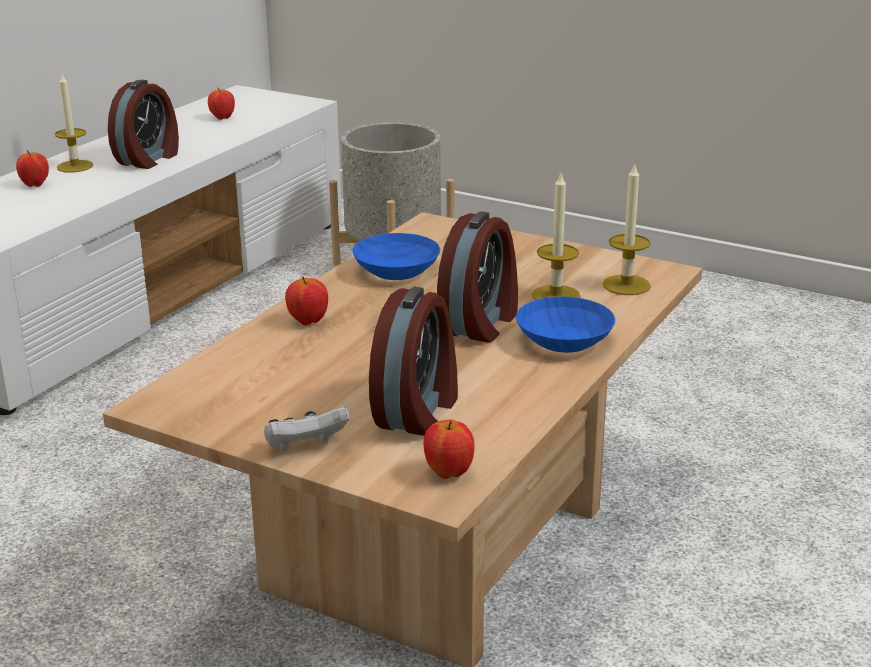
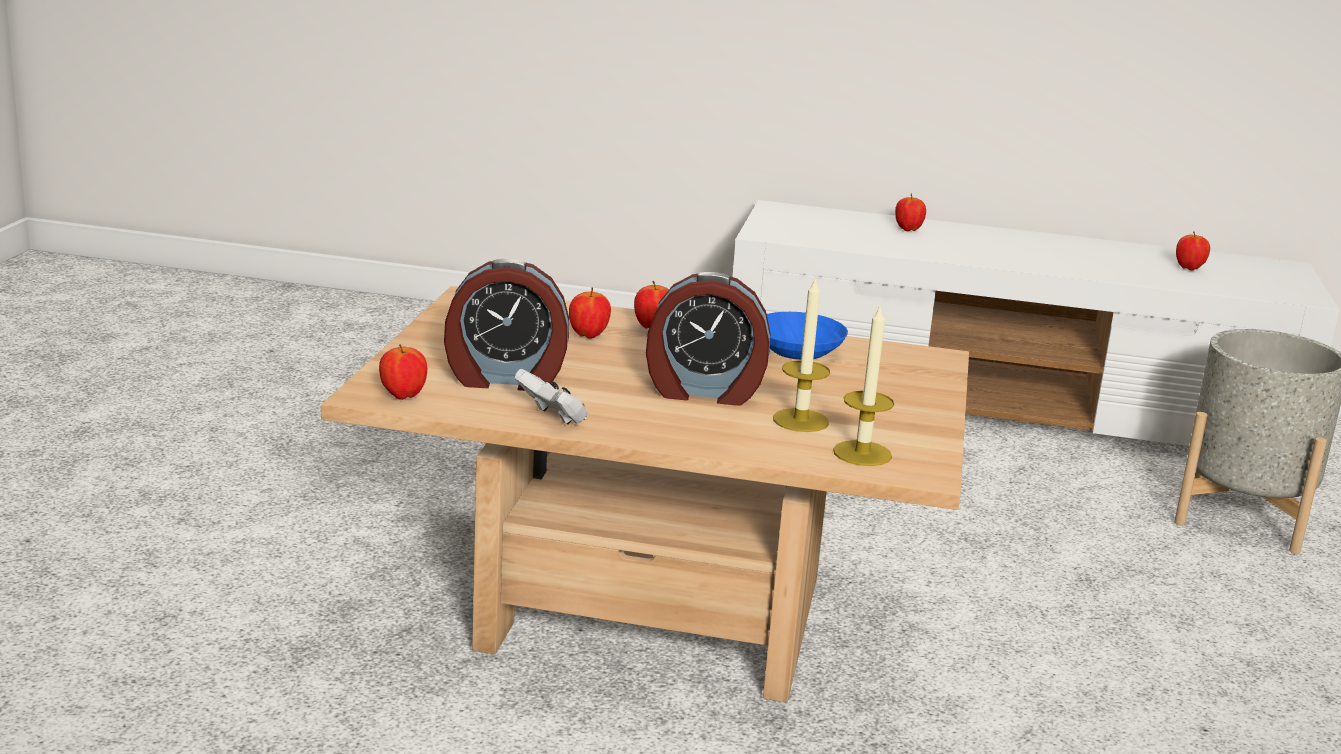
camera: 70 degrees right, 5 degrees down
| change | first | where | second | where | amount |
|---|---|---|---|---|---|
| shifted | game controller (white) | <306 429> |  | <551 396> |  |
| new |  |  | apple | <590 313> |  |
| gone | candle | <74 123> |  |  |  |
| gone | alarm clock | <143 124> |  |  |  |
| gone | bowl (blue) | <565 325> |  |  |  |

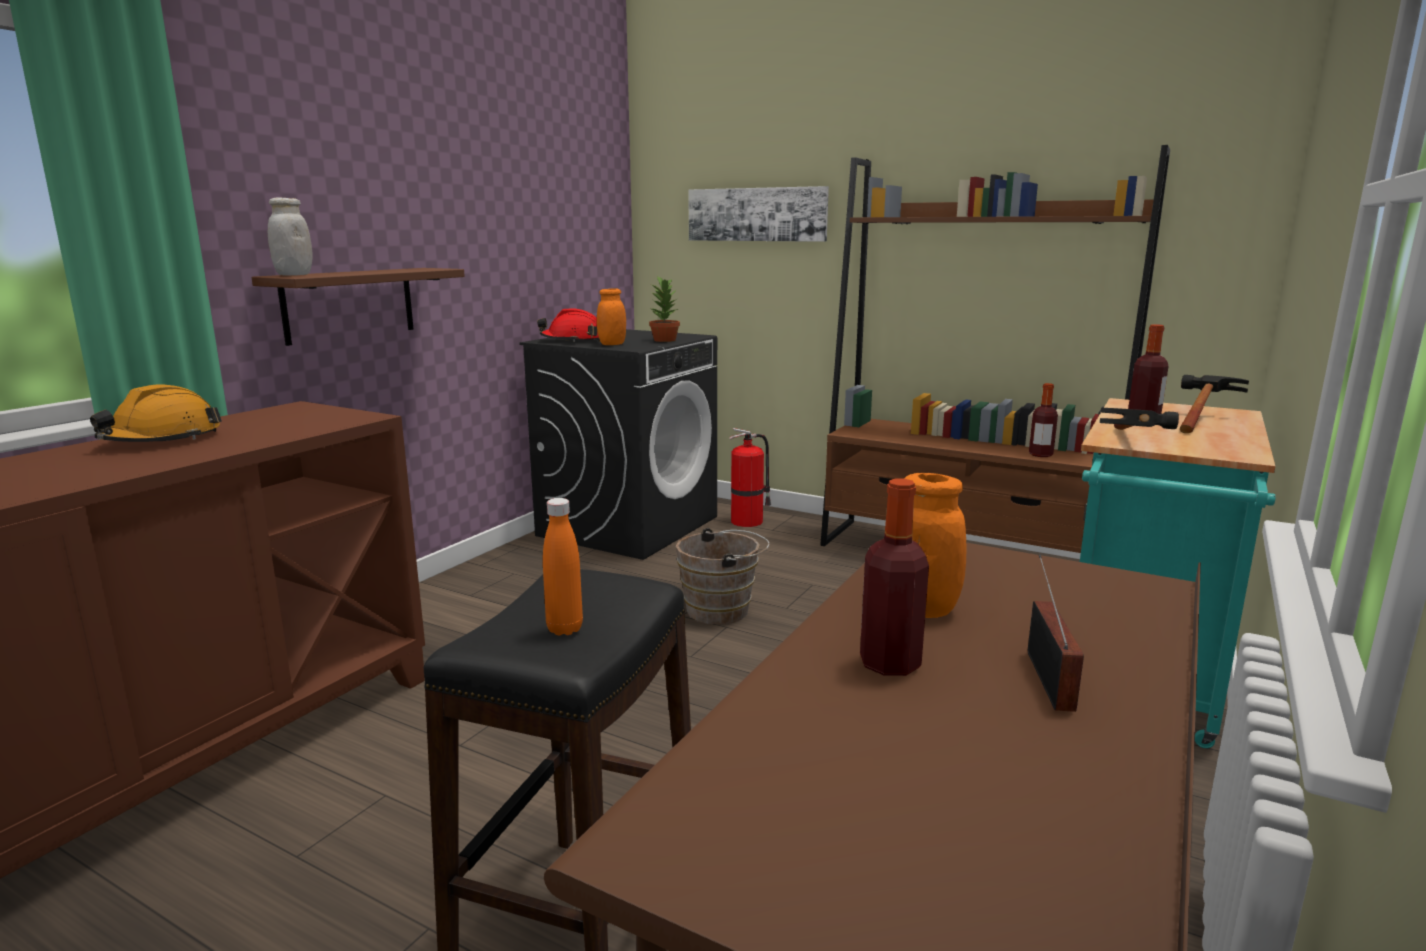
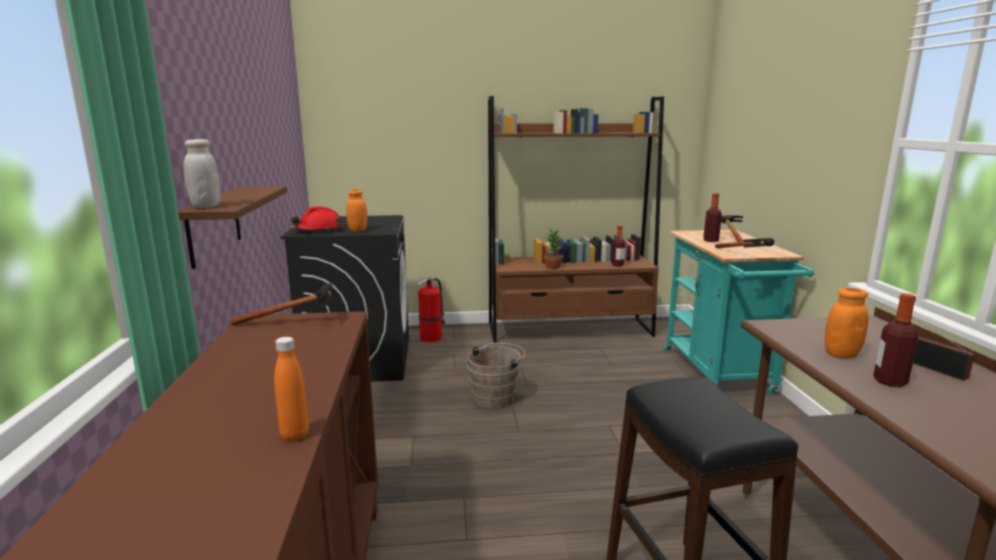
camera: 35 degrees left, 0 degrees up
| change | first | where | second | where | amount |
|---|---|---|---|---|---|
| new |  |  | hammer | <282 304> |  |
| shifted | bottle (orange) | <563 566> |  | <291 389> |  |
| shifted | potted plant | <664 308> |  | <553 248> |  |
| gone | hard hat (orange) | <156 413> |  |  |  |
| gone | picture | <758 214> |  |  |  |

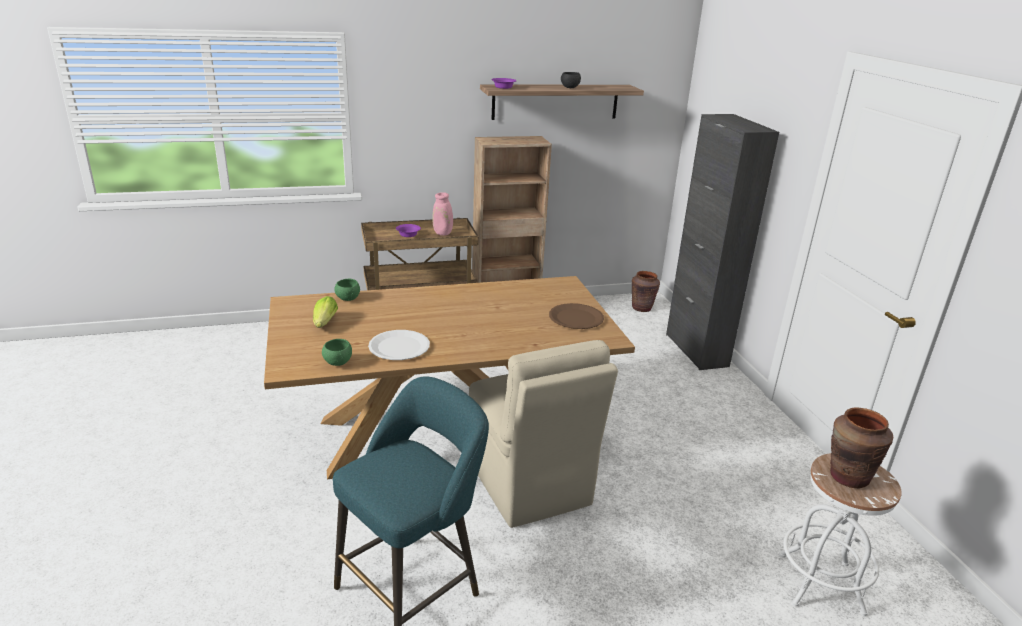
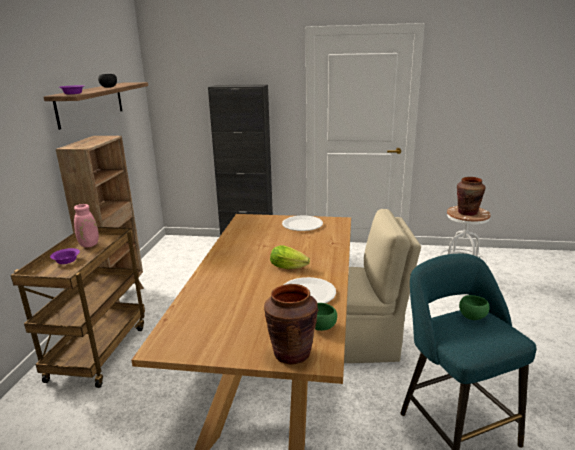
camera: 65 degrees left, 5 degrees down
| change | first | where | second | where | amount |
|---|---|---|---|---|---|
| shifted | vase (brown) | <646 291> |  | <291 324> |  |
| shifted | lettuce | <325 312> |  | <290 257> |  |
| repainted | plate (brown) | <576 316> | plate (white) | <302 223> |  |
| shifted | bowl (green) | <347 290> |  | <474 307> |  |

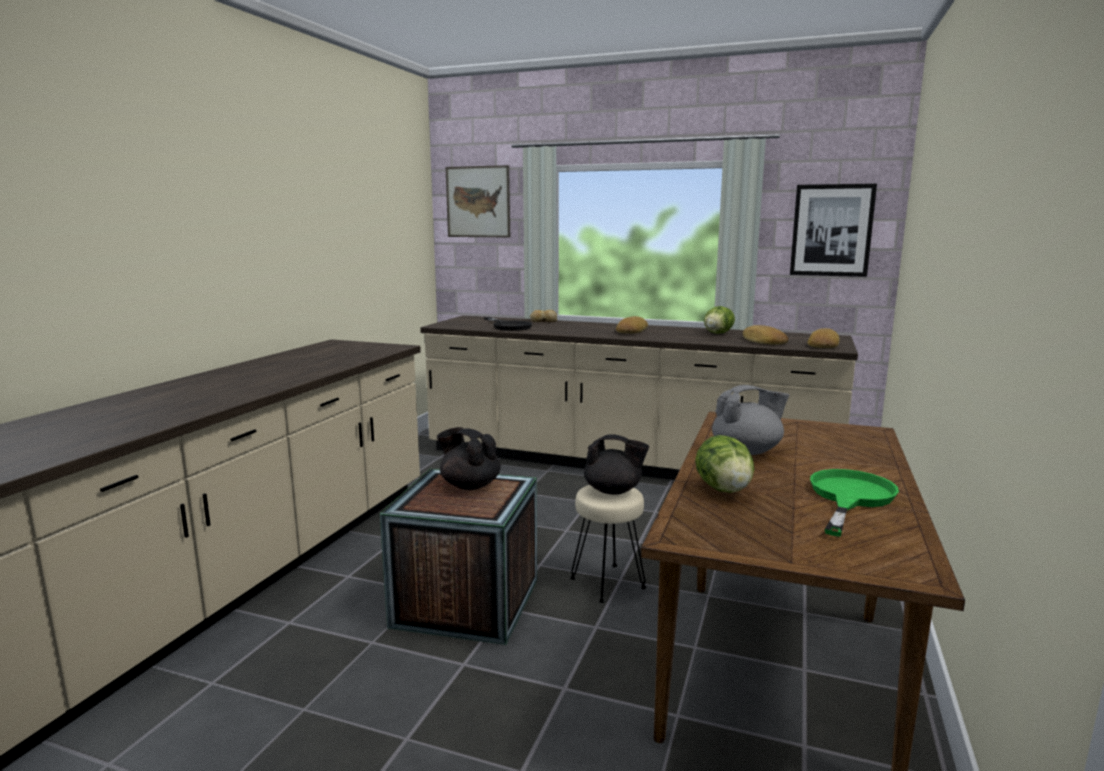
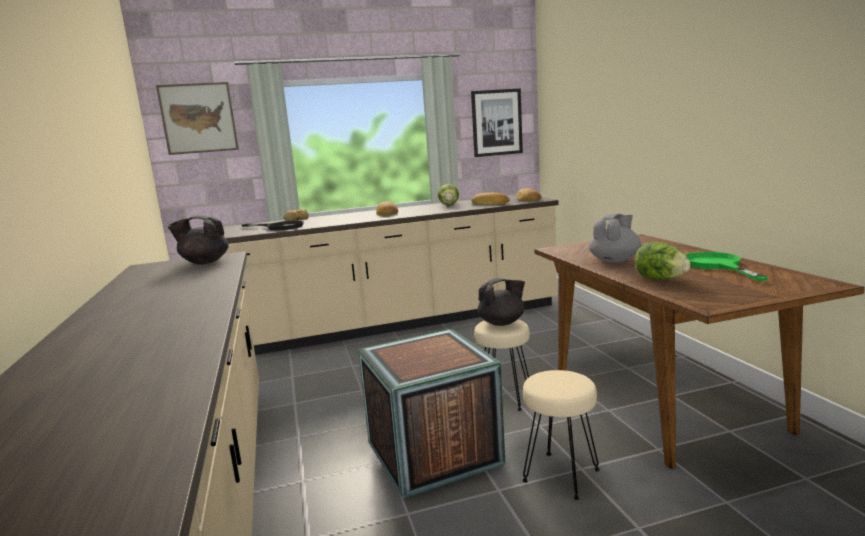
camera: 35 degrees left, 0 degrees up
| change | first | where | second | where | amount |
|---|---|---|---|---|---|
| shifted | teapot (black) | <469 458> |  | <198 239> |  |
| new |  |  | stool (beige) | <561 435> |  |

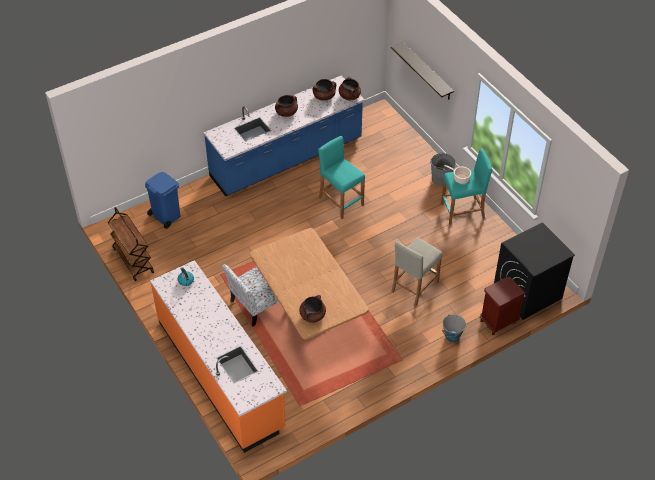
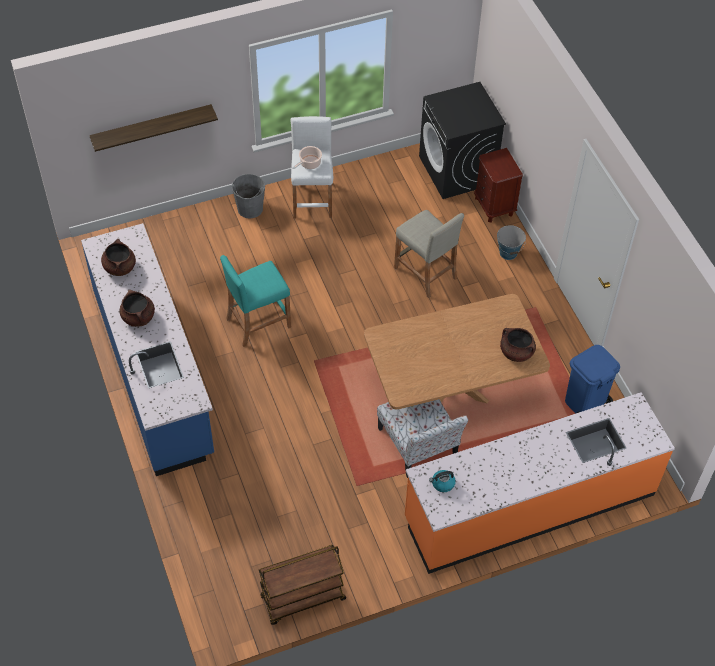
camera: 80 degrees left, 5 degrees up
| change | first | where | second | where | amount |
|---|---|---|---|---|---|
| repainted | stool (turquoise) | <467 186> | stool (white) | <311 167> |  |
| shifted | trash can (blue) | <162 200> |  | <592 379> |  |
| gone | cooking pot (brown) | <350 88> |  |  |  |

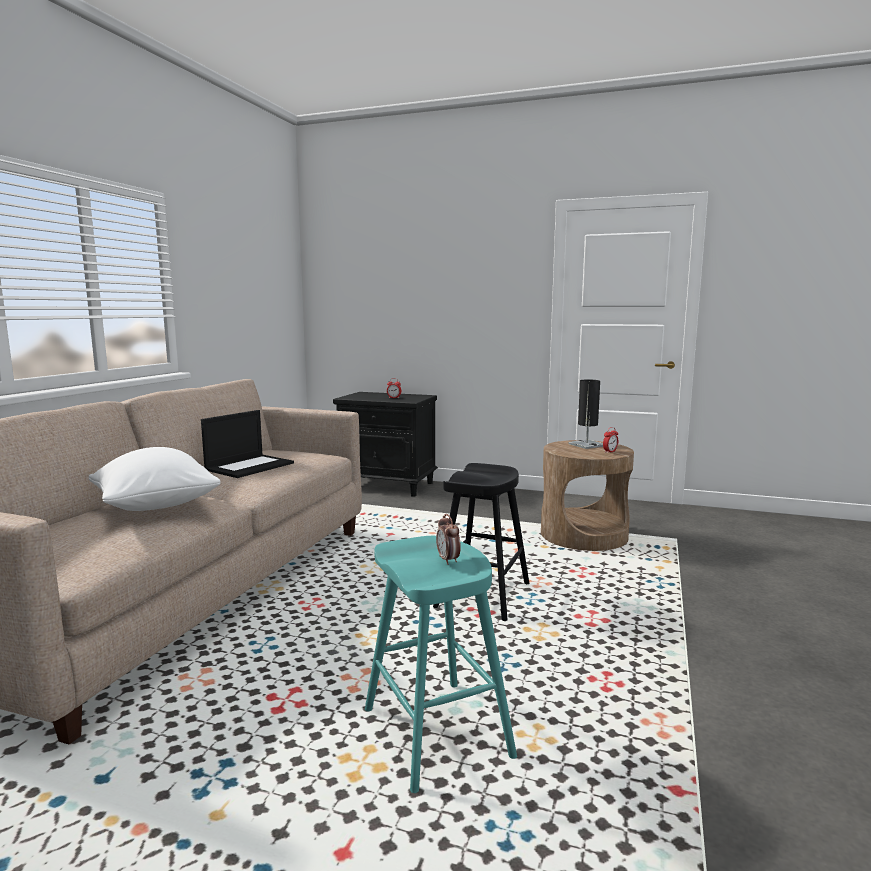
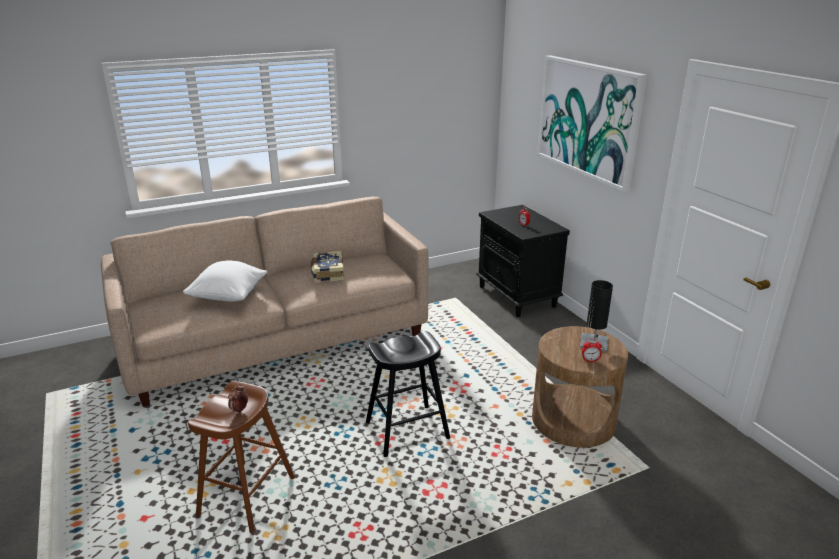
camera: 45 degrees right, 15 degrees up
| change | first | where | second | where | amount |
|---|---|---|---|---|---|
| repainted | stool (turquoise) | <441 664> | stool (brown) | <241 457> |  |
| swapped | laptop | <247 444> | book | <327 267> |  |
| new |  |  | picture | <592 123> |  |

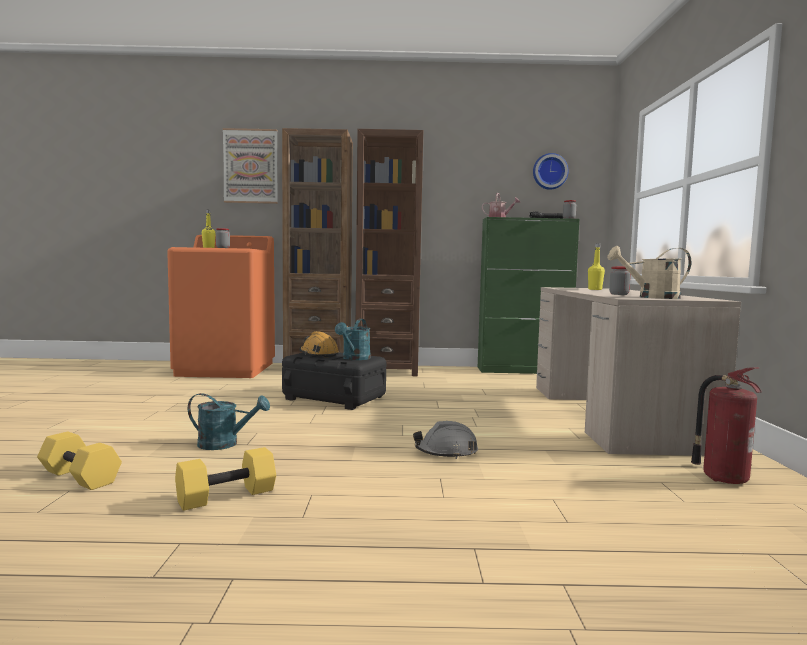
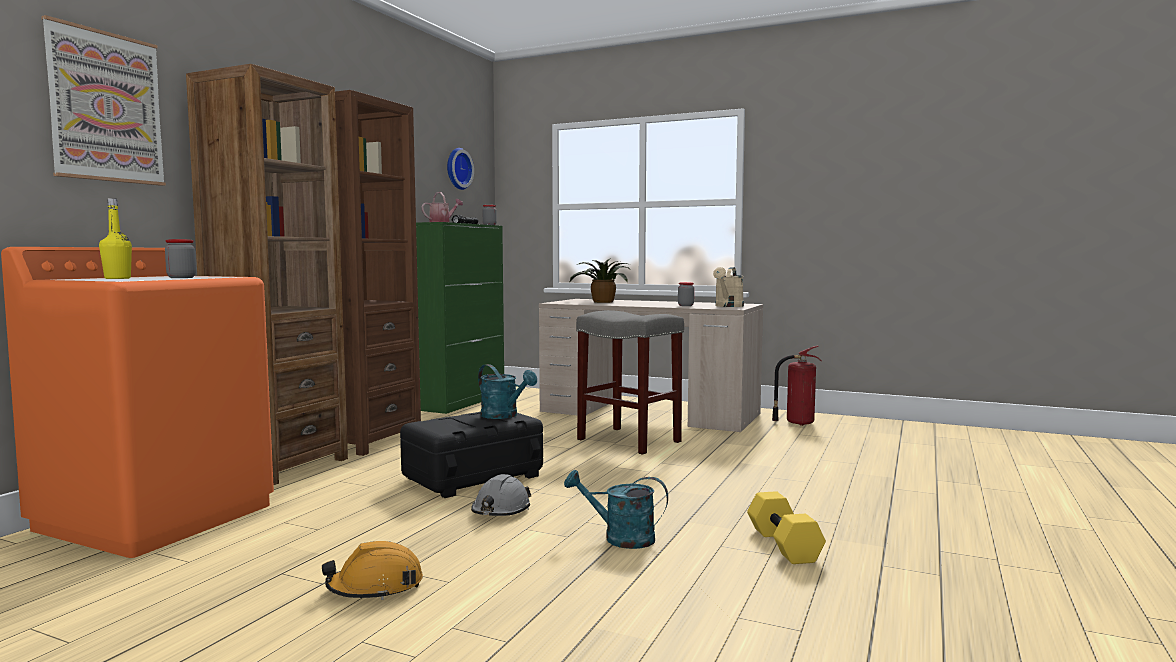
camera: 65 degrees left, 0 degrees up
| change | first | where | second | where | amount |
|---|---|---|---|---|---|
| shifted | hard hat (orange) | <319 344> |  | <372 570> |  |
| shifted | hard hat (grey) | <445 440> |  | <501 495> |  |
| rotated | watering can (turquoise) | <229 421> |  | <616 509> | 105 degrees counterclockwise |
| swapped | bottle (yellow) | <596 266> | potted plant | <600 280> |  |
| new |  |  | stool (grey) | <630 382> |  |
| gone | dumbbell (yellow) | <79 460> |  |  |  |

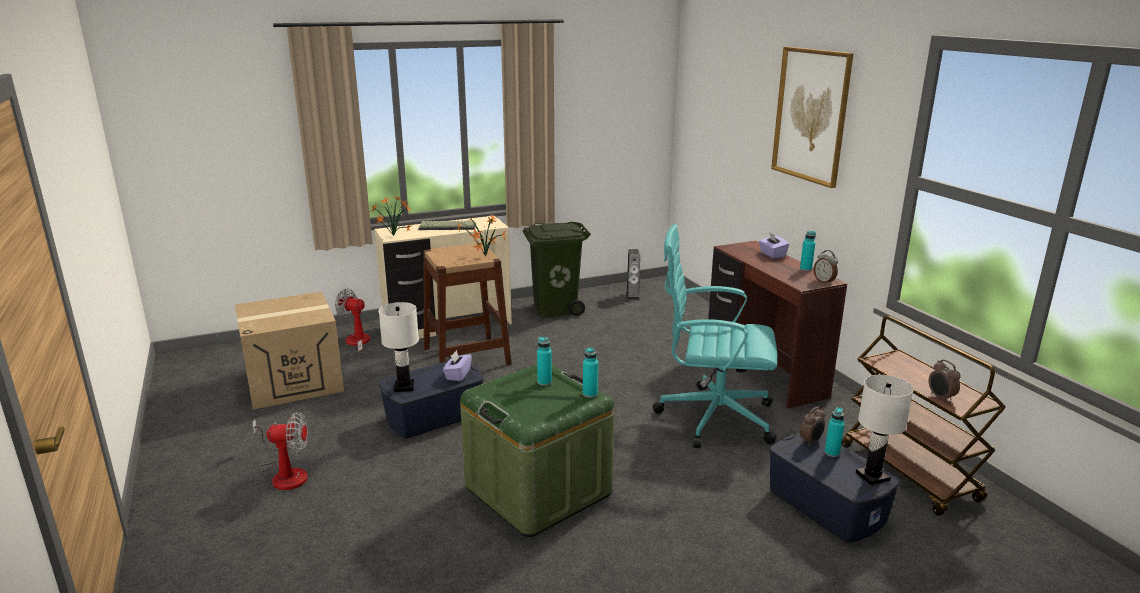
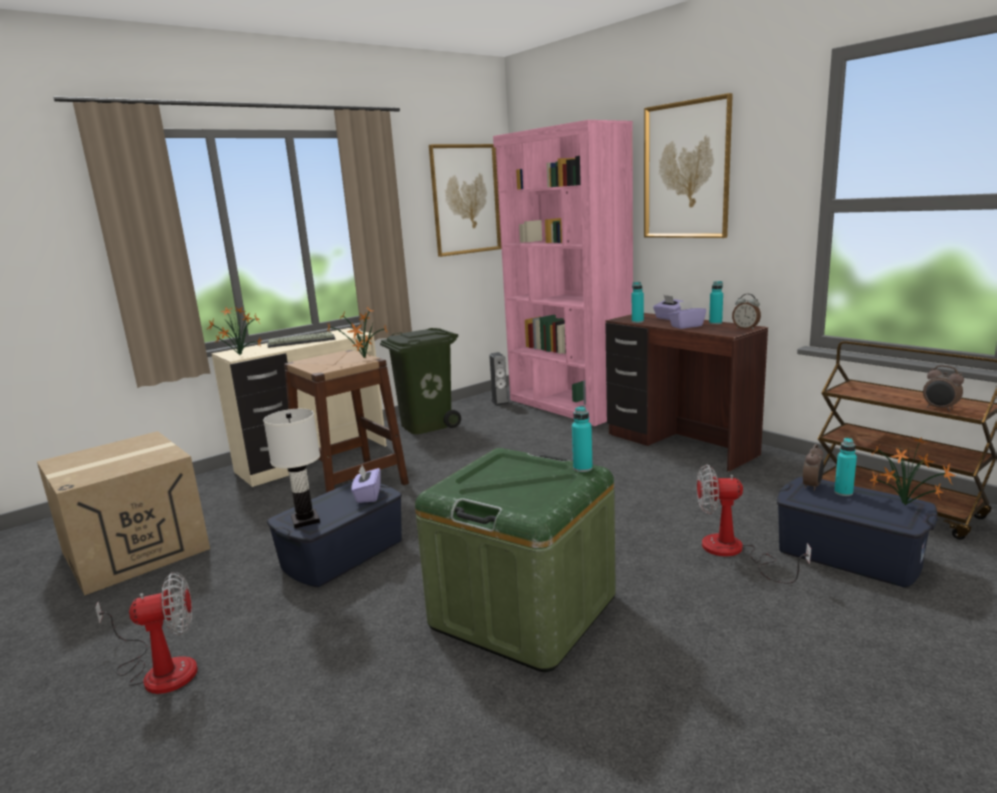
camera: 15 degrees left, 5 degrees down
| change | first | where | second | where | amount |
|---|---|---|---|---|---|
| new |  |  | picture | <465 200> |  |
| new |  |  | bookcase (pink) | <563 273> |  |
| shifted | bottle (turquoise) | <544 361> |  | <638 302> |  |
| new |  |  | tissue box (purple) | <687 314> |  |
| shifted | fan | <354 325> |  | <754 524> |  |
| swapped | table lamp (white) | <884 430> | potted plant | <912 471> |  |
| gone | office chair (turquoise) | <715 336> |  |  |  |

